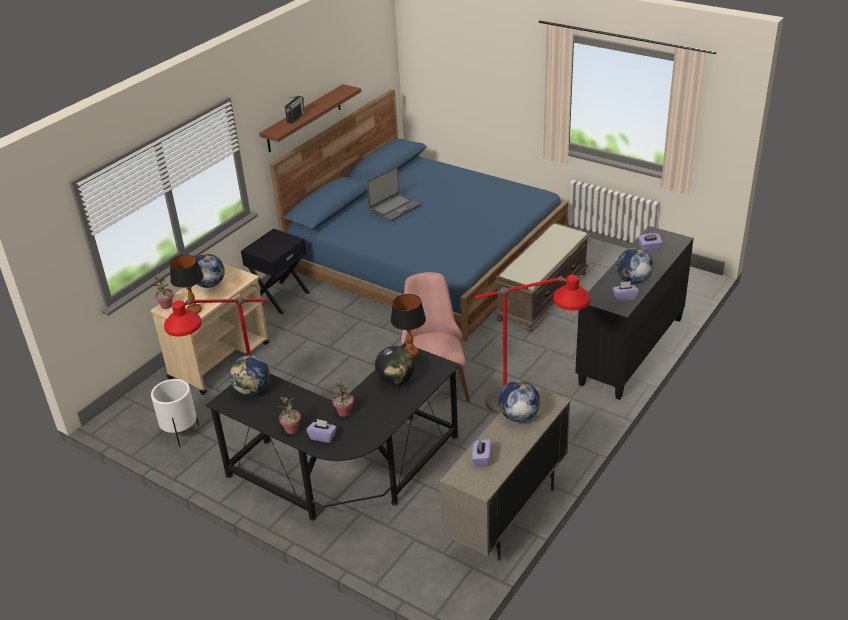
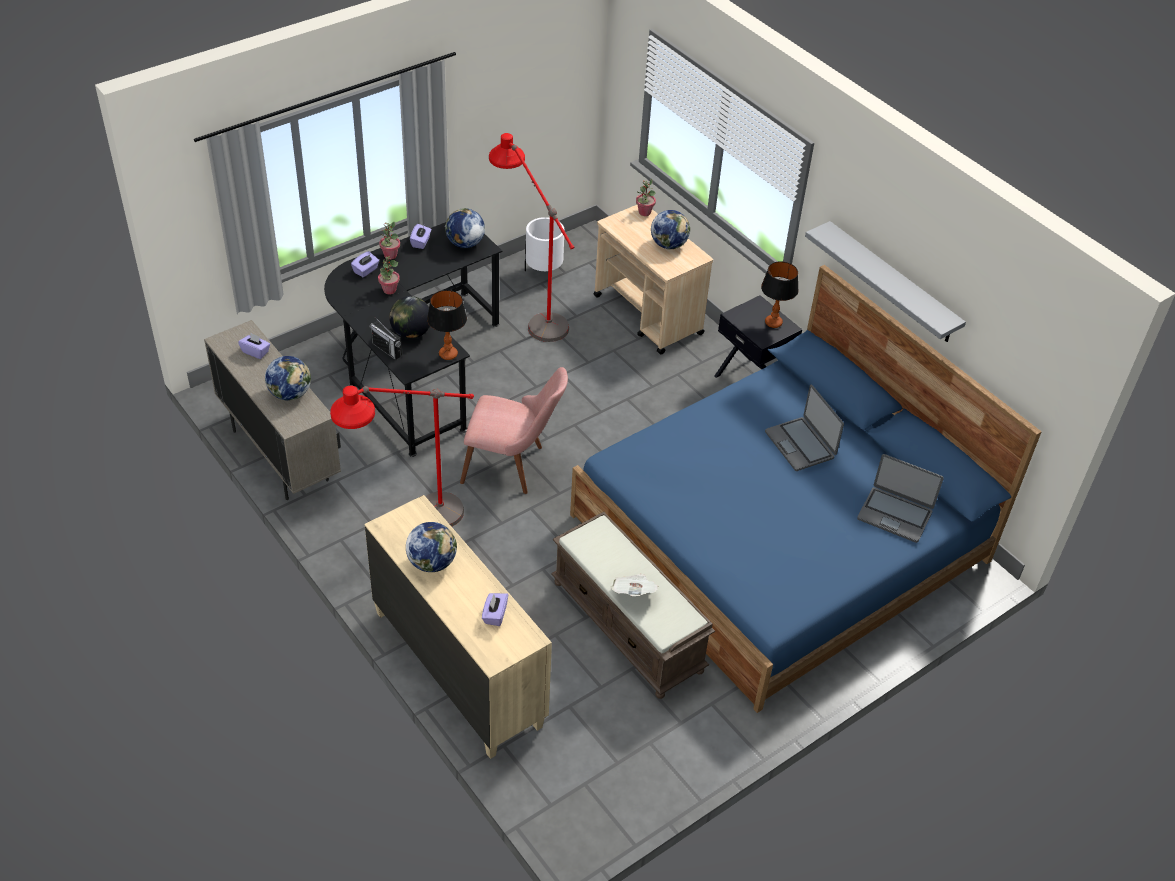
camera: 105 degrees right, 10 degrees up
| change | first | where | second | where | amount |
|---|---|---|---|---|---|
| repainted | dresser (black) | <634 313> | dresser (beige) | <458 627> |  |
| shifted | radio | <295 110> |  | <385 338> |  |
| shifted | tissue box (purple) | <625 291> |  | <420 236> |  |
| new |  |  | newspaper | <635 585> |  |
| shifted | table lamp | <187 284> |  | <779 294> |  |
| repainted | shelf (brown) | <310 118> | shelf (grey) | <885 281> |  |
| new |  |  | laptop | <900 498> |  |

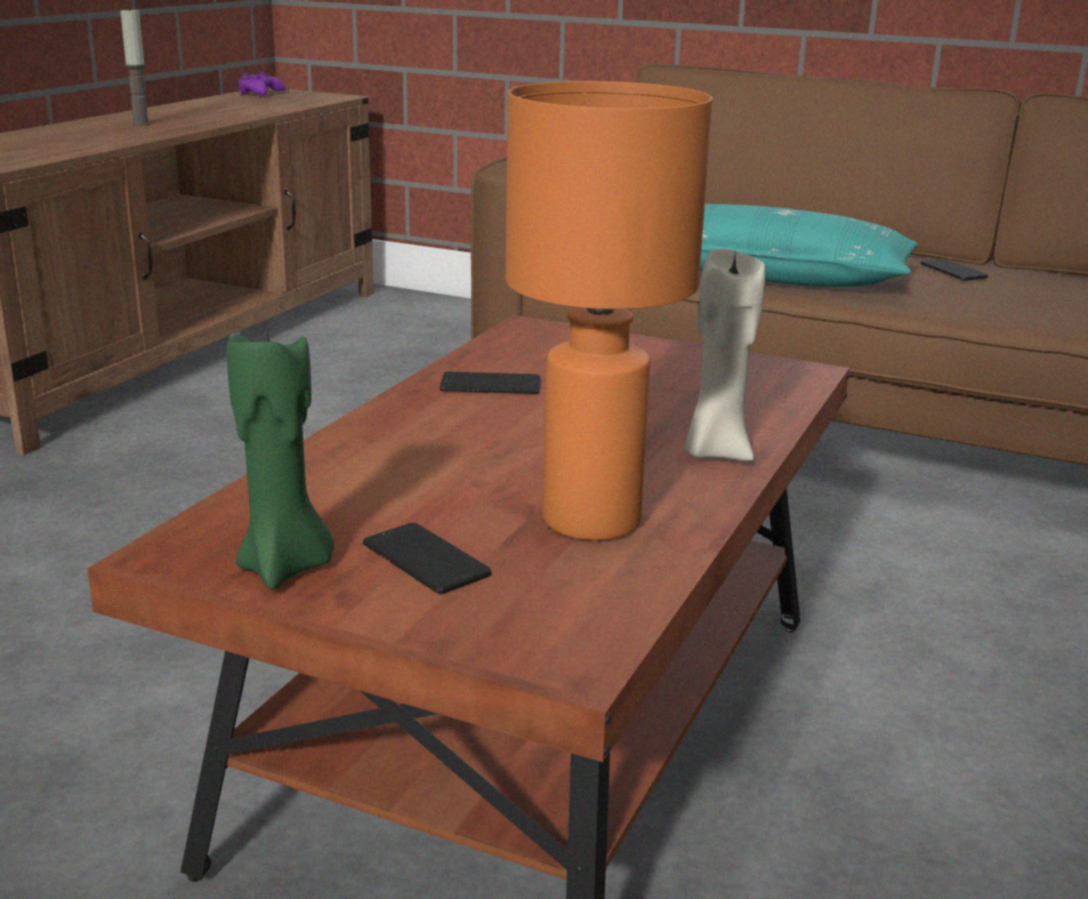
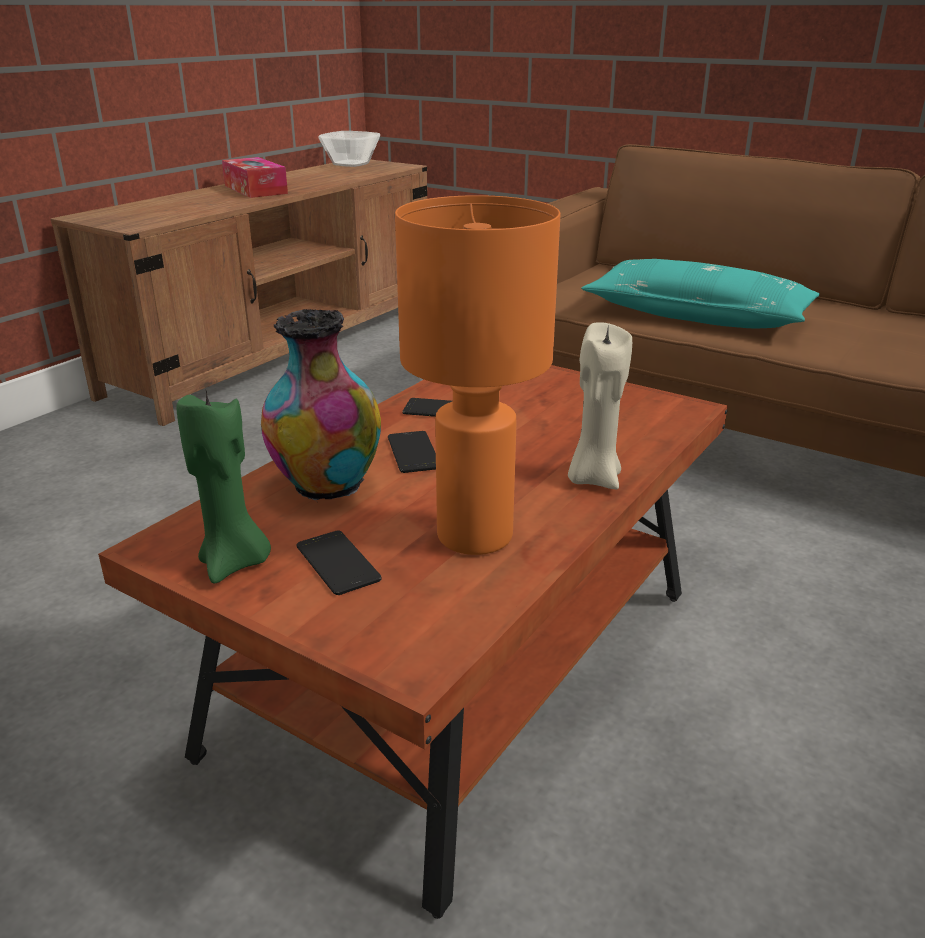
camera: 10 degrees right, 5 degrees up
| change | first | where | second | where | amount |
|---|---|---|---|---|---|
| swapped | candle | <135 66> | tissue box | <255 177> |  |
| new |  |  | vase | <321 405> |  |
| swapped | game controller (purple) | <262 84> | bowl | <349 149> |  |
| shifted | phone | <954 270> |  | <412 452> |  |

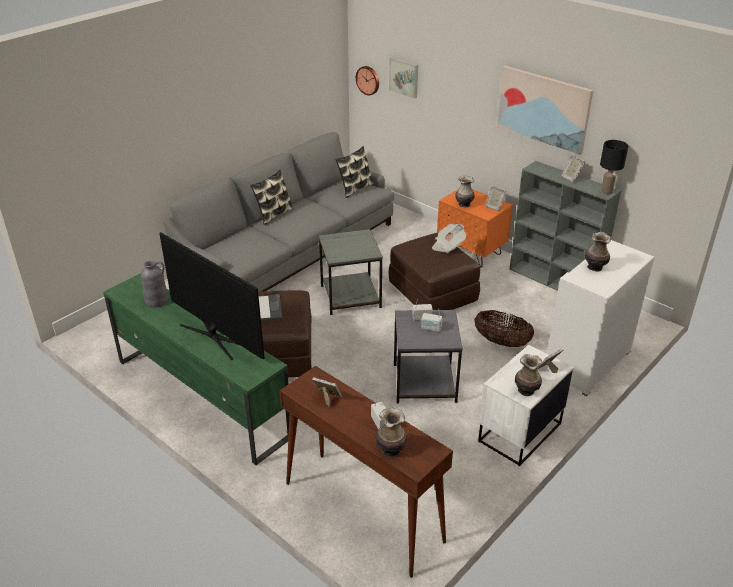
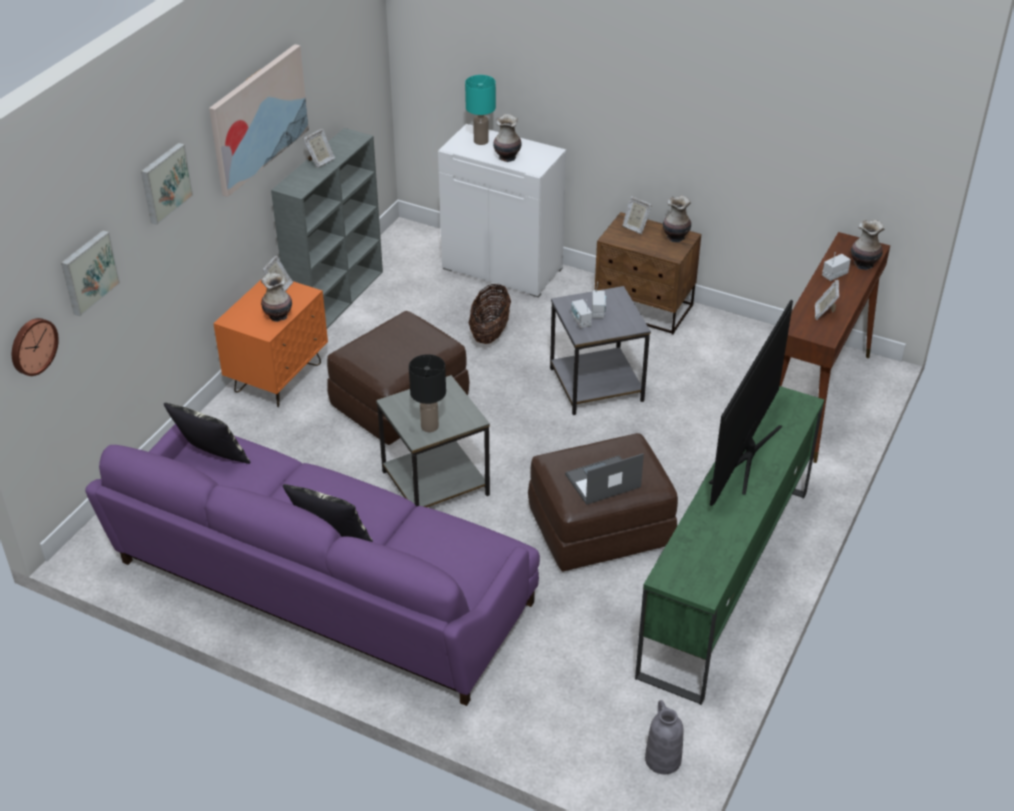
camera: 105 degrees left, 5 degrees up
| change | first | where | second | where | amount |
|---|---|---|---|---|---|
| repainted | sofa (grey) | <278 212> | sofa (purple) | <312 565> |  |
| new |  |  | picture | <167 184> |  |
| shifted | table lamp (black) | <614 167> |  | <427 393> |  |
| new |  |  | table lamp (turquoise) | <480 110> |  |
| repainted | nightstand (white) | <526 405> | nightstand (brown) | <648 273> |  |
| shifted | vase (grey) | <154 283> |  | <664 737> |  |
| gone | newspaper | <449 238> |  |  |  |

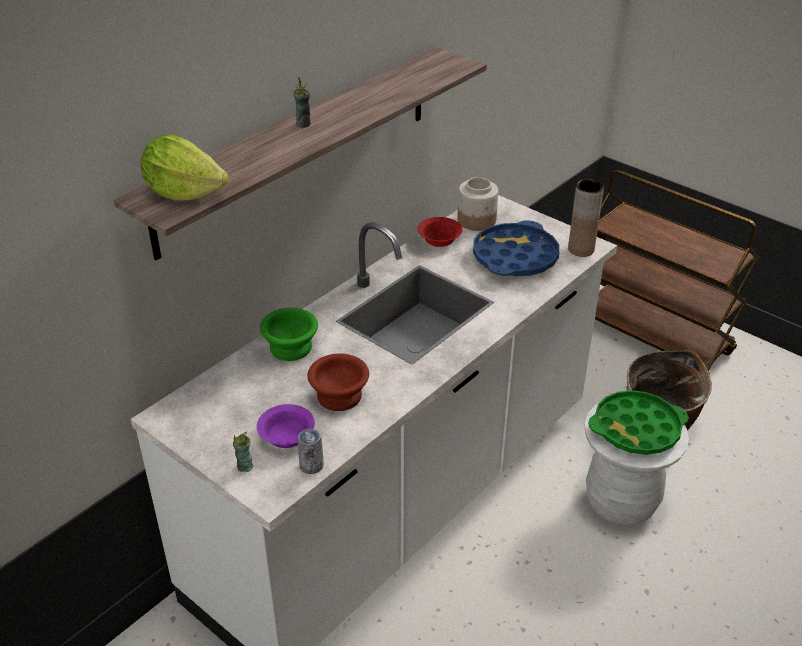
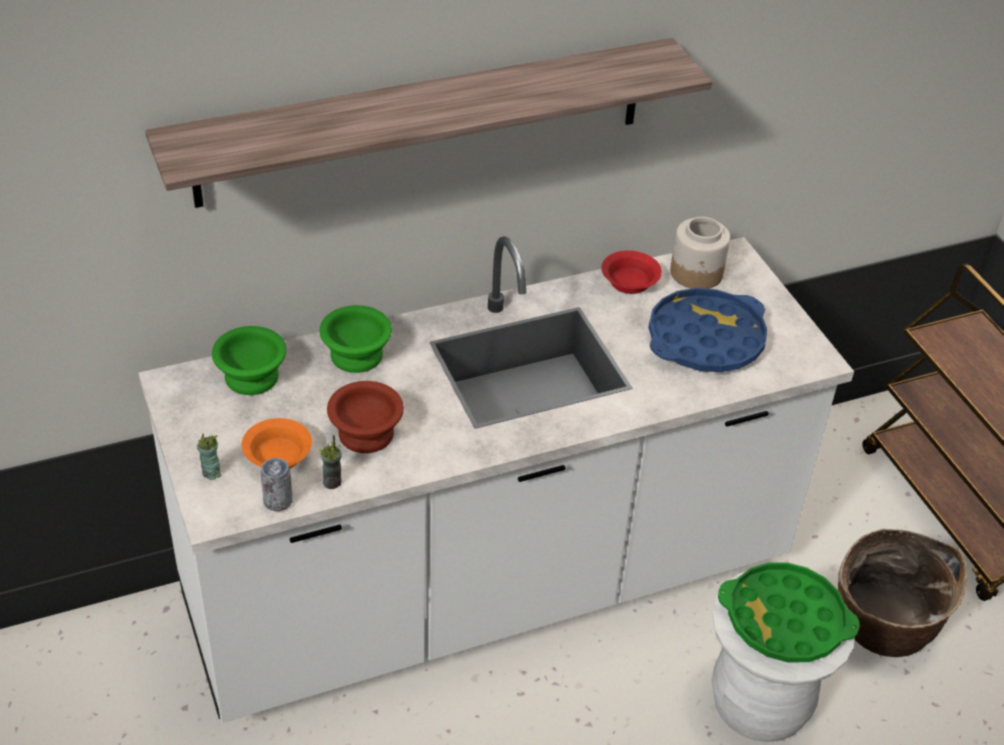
camera: 25 degrees right, 5 degrees up
| change | first | where | second | where | amount |
|---|---|---|---|---|---|
| new |  |  | bowl (green) | <249 360> |  |
| repainted | bowl (purple) | <286 426> | bowl (orange) | <276 443> |  |
| shifted | cup | <302 102> |  | <330 462> |  |
| gone | lettuce | <185 168> |  |  |  |
| gone | vase (brown) | <586 218> |  |  |  |

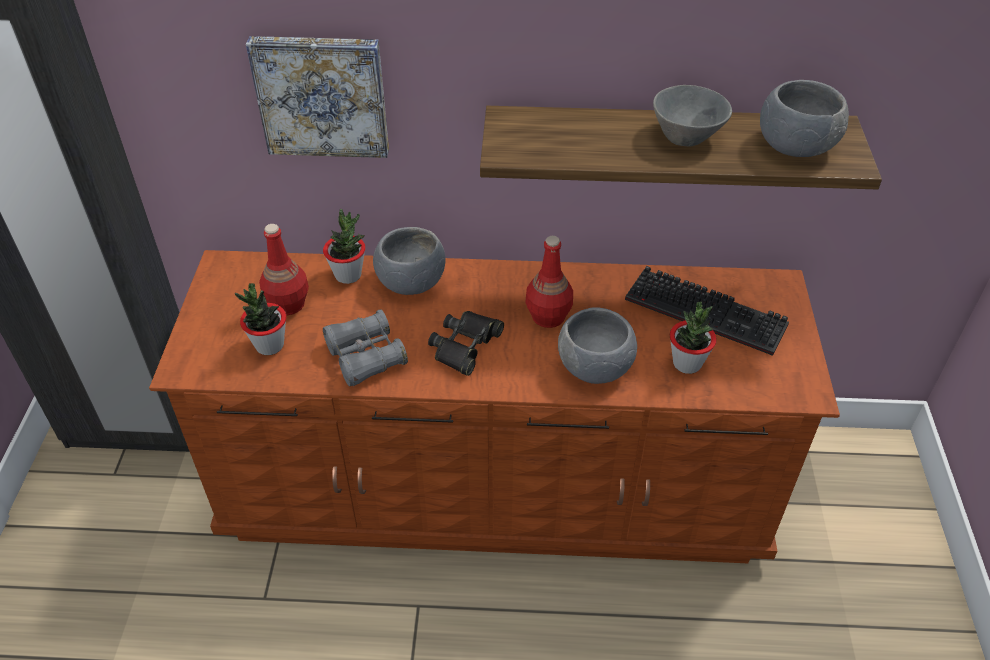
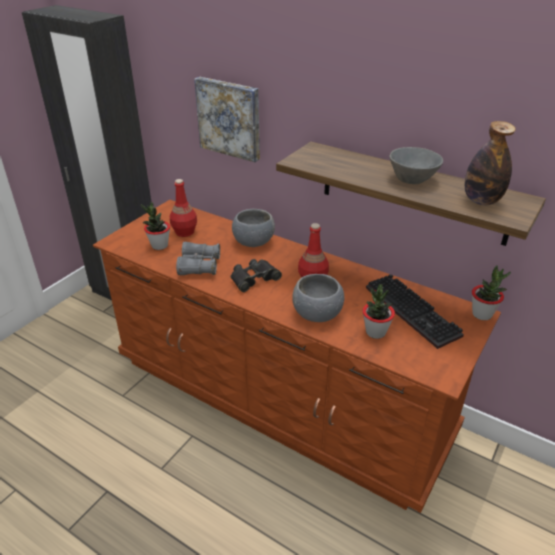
camera: 30 degrees right, 10 degrees down
| change | first | where | second | where | amount |
|---|---|---|---|---|---|
| swapped | bowl (grey) | <804 118> | bottle | <490 163> |  |
| shifted | potted plant | <344 246> |  | <491 292> |  |

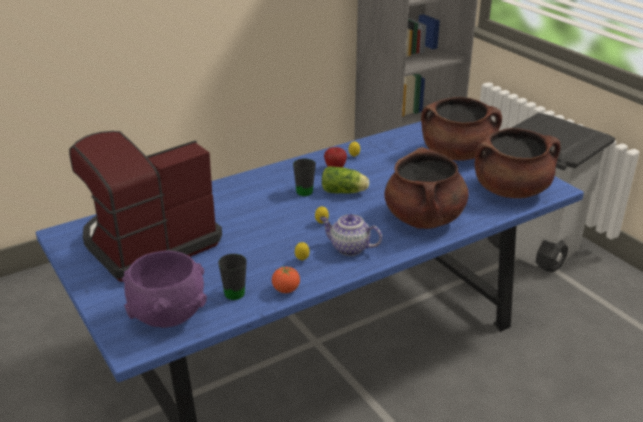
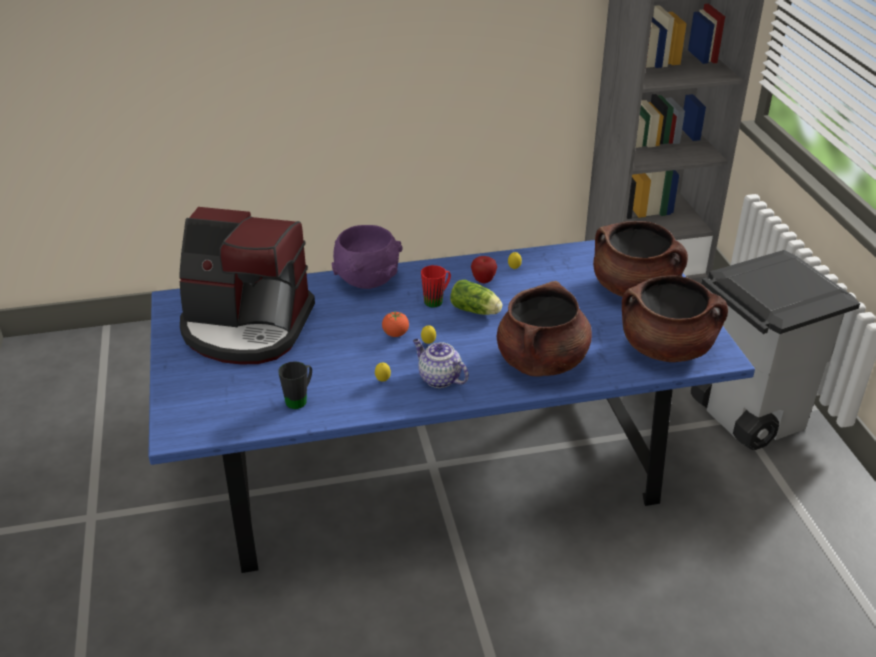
camera: 20 degrees right, 5 degrees up
| change | first | where | second | where | amount |
|---|---|---|---|---|---|
| rotated | coffee machine | <145 206> |  | <247 285> | 150 degrees counterclockwise |
| shifted | bowl (purple) | <164 289> |  | <367 257> |  |
| shifted | tomato | <286 279> |  | <395 324> |  |
| repainted | mug (black) | <304 177> | mug (red) | <436 286> |  |

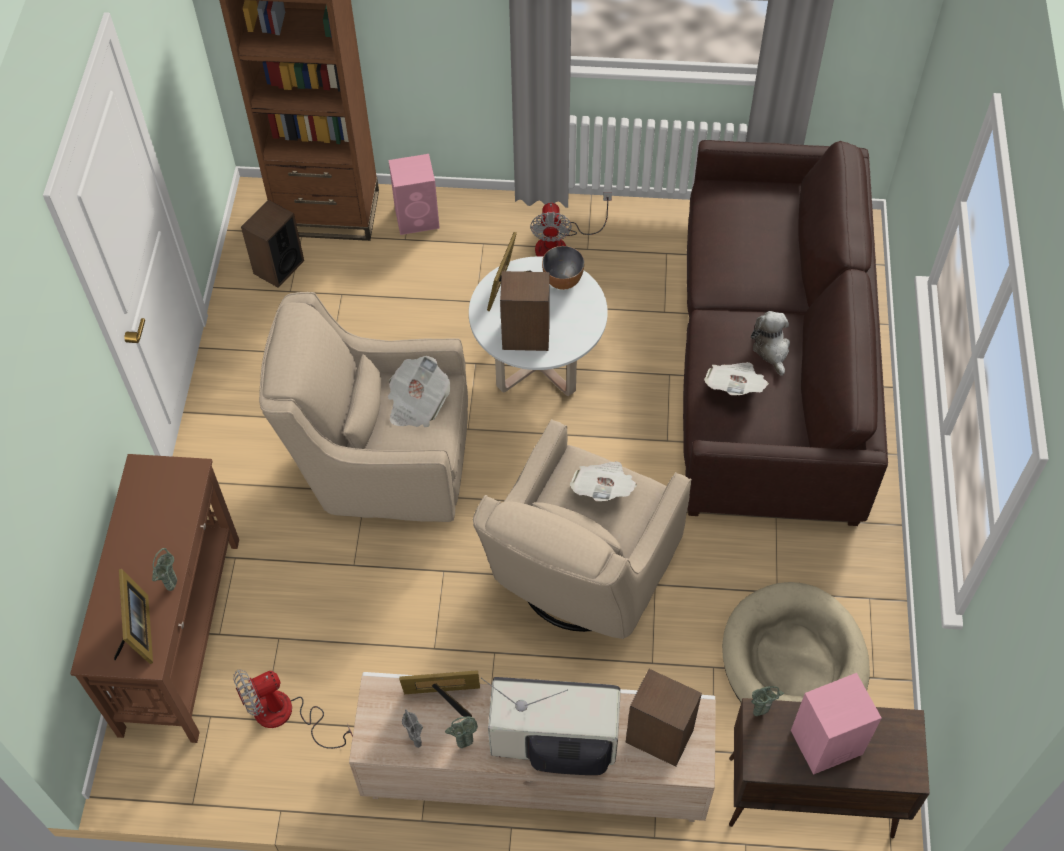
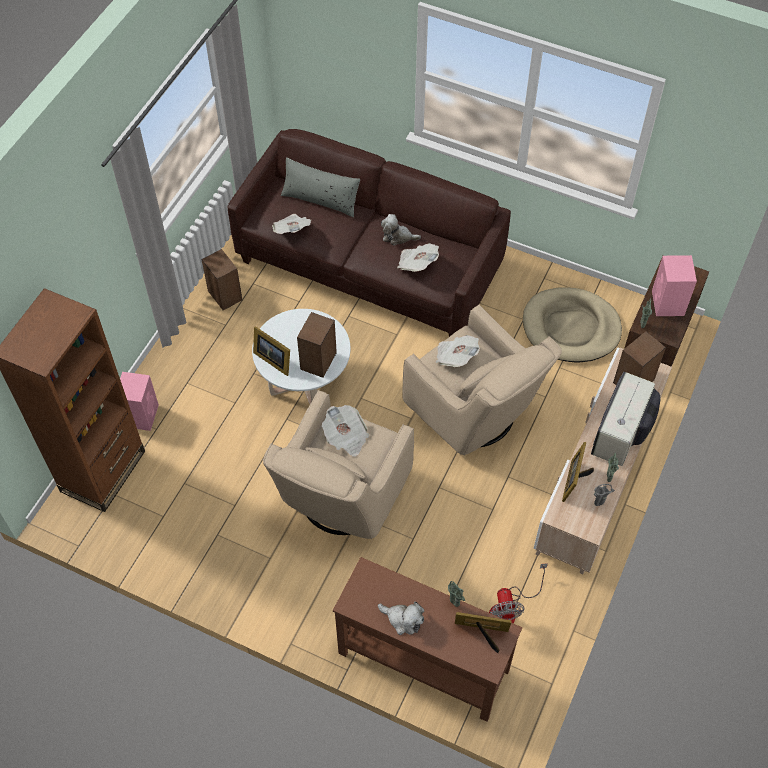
camera: 70 degrees left, 0 degrees up
| change | first | where | second | where | amount |
|---|---|---|---|---|---|
| shifted | speaker | <272 244> |  | <221 279> |  |
| new |  |  | newspaper | <291 224> |  |
| new |  |  | pillow (grey) | <320 187> |  |
| new |  |  | plush toy | <401 618> |  |
| gone | fan | <571 224> |  |  |  |
| gone | bowl | <563 268> |  |  |  |

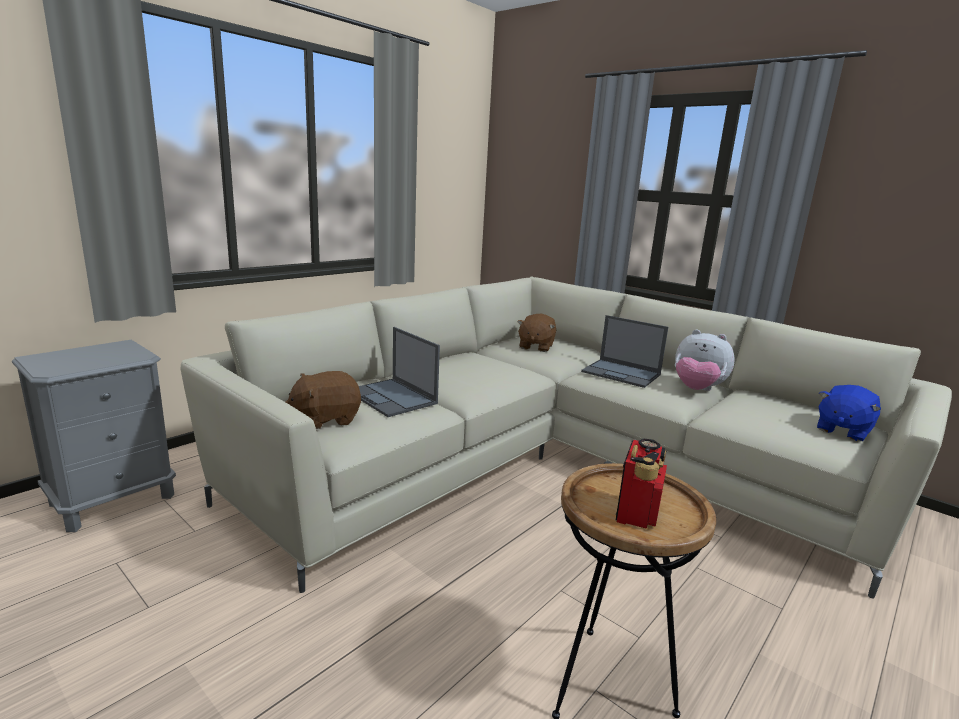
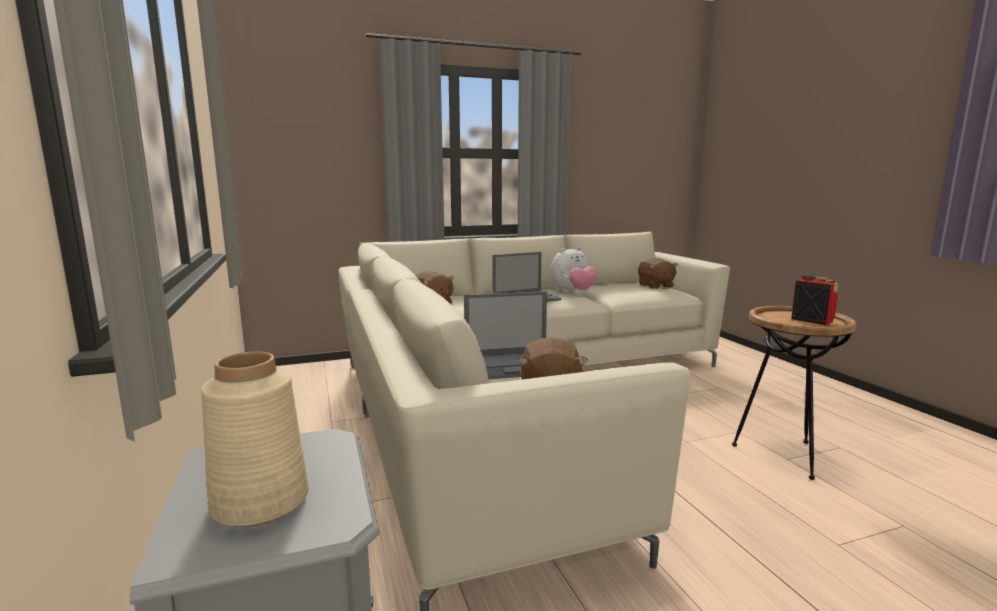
camera: 60 degrees left, 5 degrees down
| change | first | where | second | where | amount |
|---|---|---|---|---|---|
| new |  |  | vase (beige) | <255 439> |  |
| repainted | plush toy (blue) | <849 413> | plush toy (brown) | <658 273> |  |

